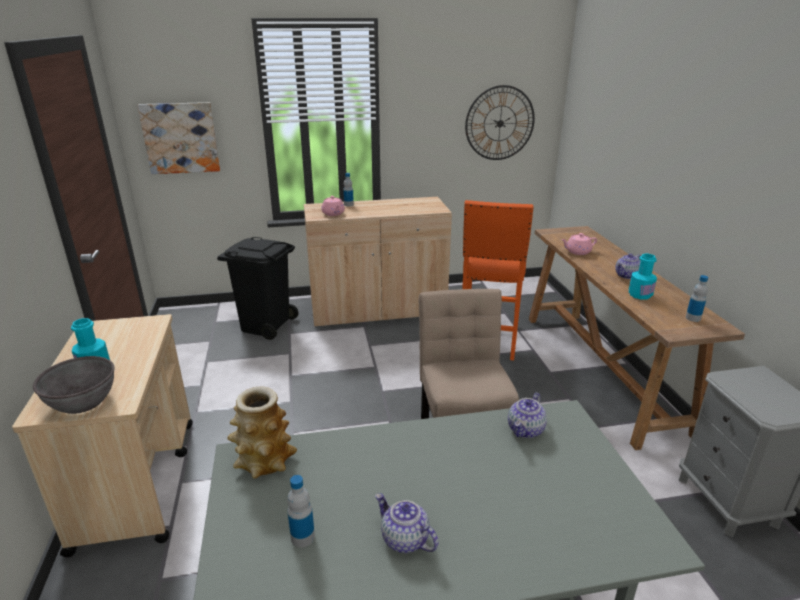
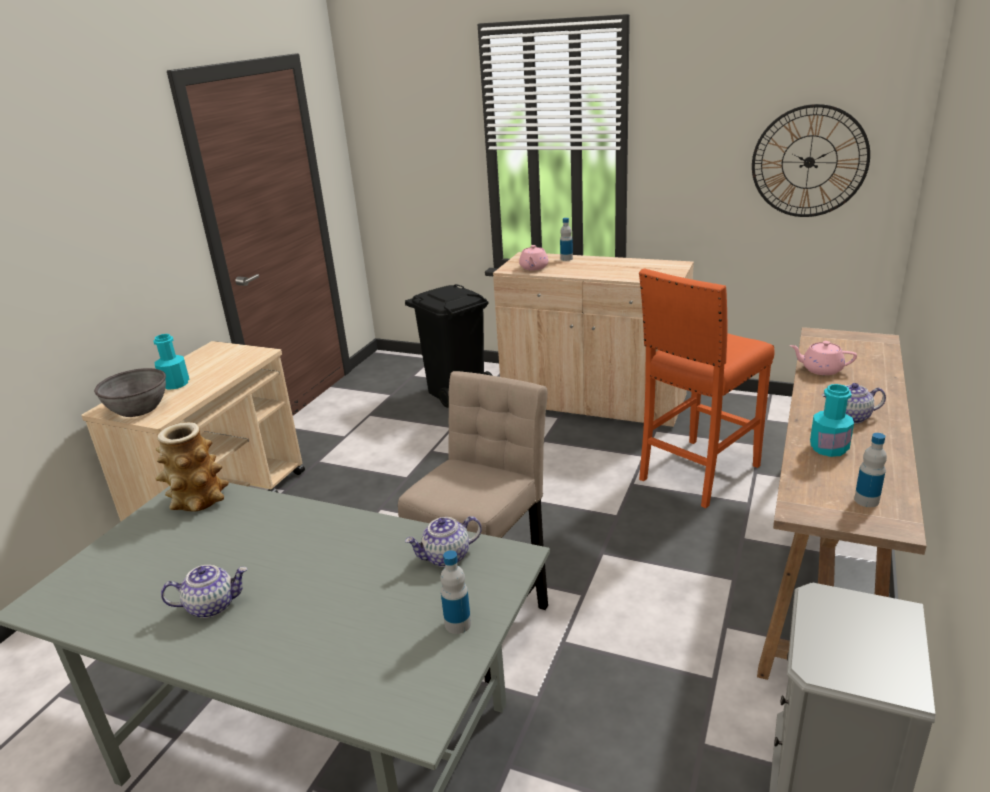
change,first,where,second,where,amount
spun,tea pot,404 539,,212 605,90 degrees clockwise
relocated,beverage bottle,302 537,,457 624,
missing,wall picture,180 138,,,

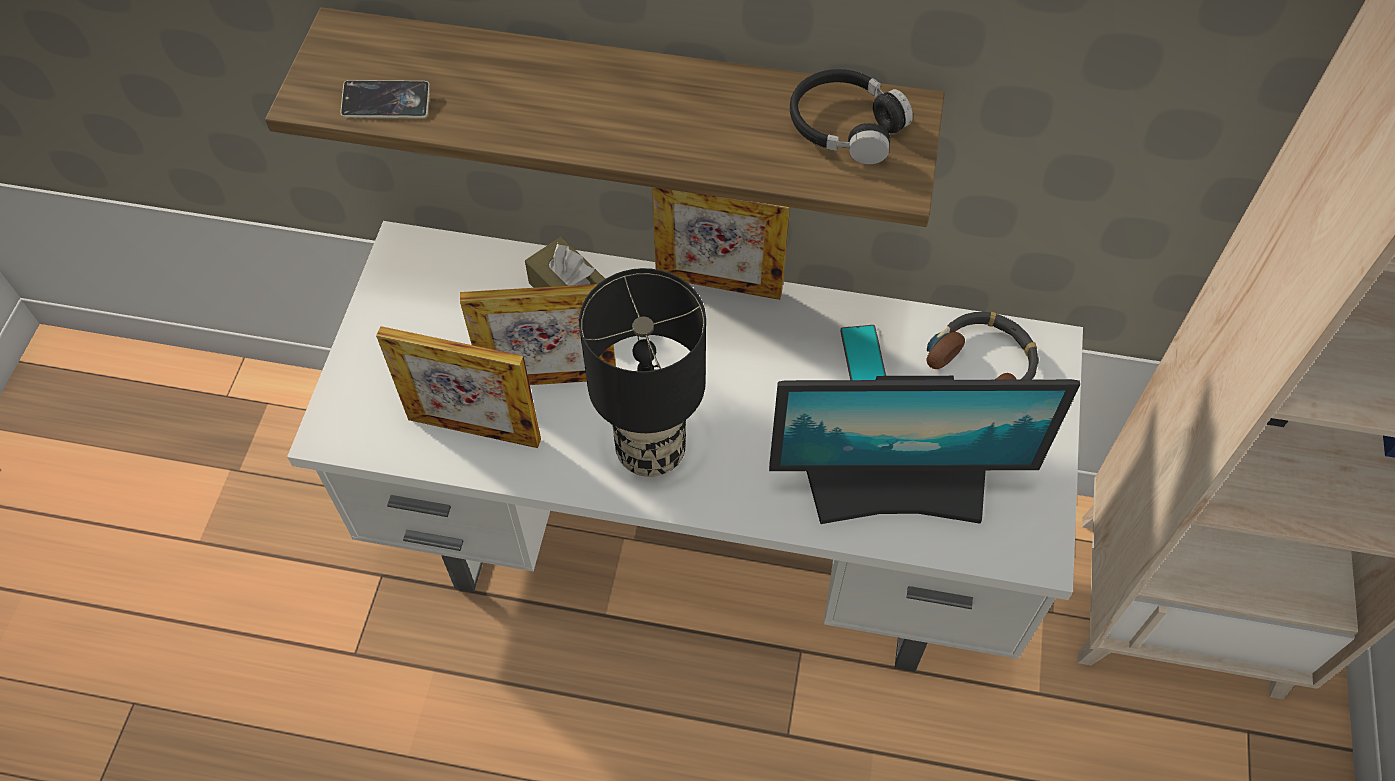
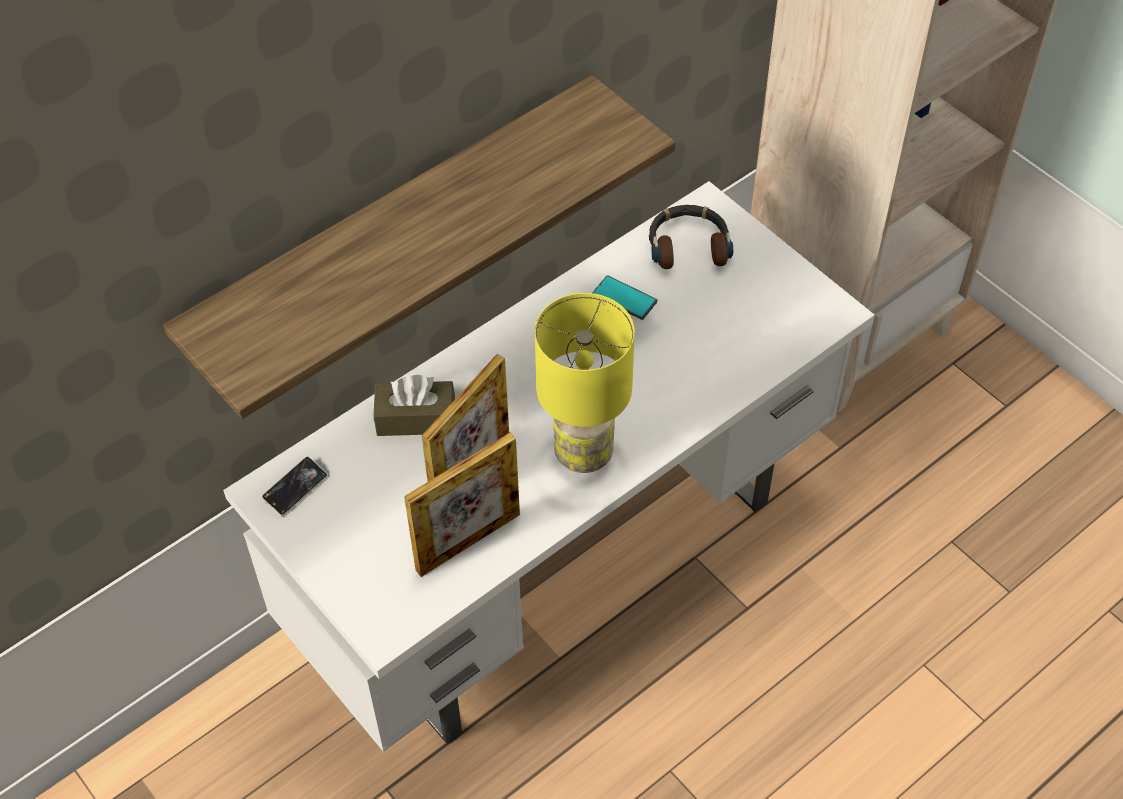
change,first,where,second,where,amount
relocated,telephone,386 104,,295 489,
colour,blackish lamp for a table,649 452,yellow-coloured lamp for a table,584 454,
missing,picture frame,718 284,,,
missing,computer display,897 487,,,
missing,blackish headset,845 126,,,

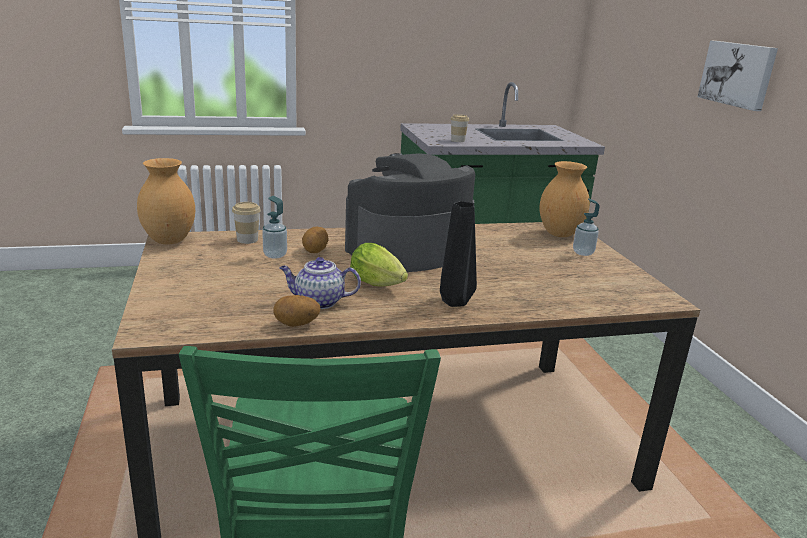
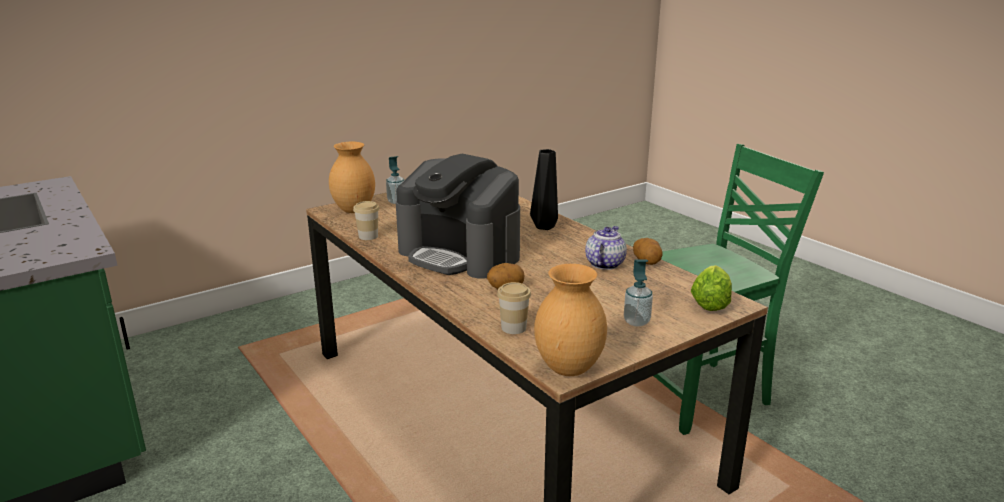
change,first,where,second,where,amount
relocated,small cup,457 140,,368 236,
spun,tea pot,318 302,,604 264,135 degrees counterclockwise
relocated,soap dispenser,275 255,,636 322,
relocated,lettuce head,379 285,,710 302,
missing,wall picture,738 74,,,

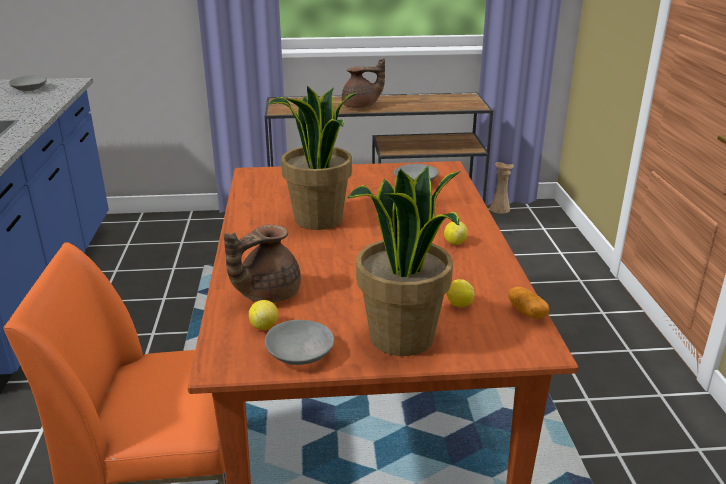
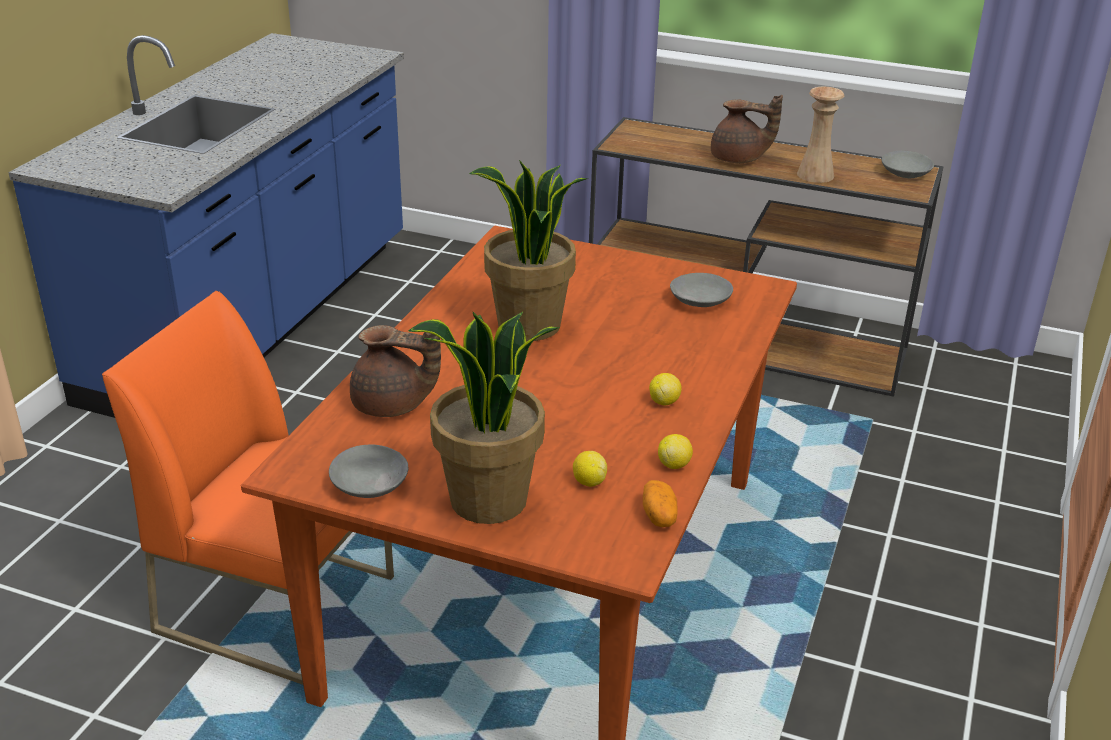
change,first,where,second,where,amount
spun,brown-coloured tea pot,266 294,,392 406,150 degrees counterclockwise
relocated,citrus fruit,264 326,,674 464,
relocated,beige flower vase,499 209,,815 175,
relocated,greyish deep dish,30 89,,905 174,

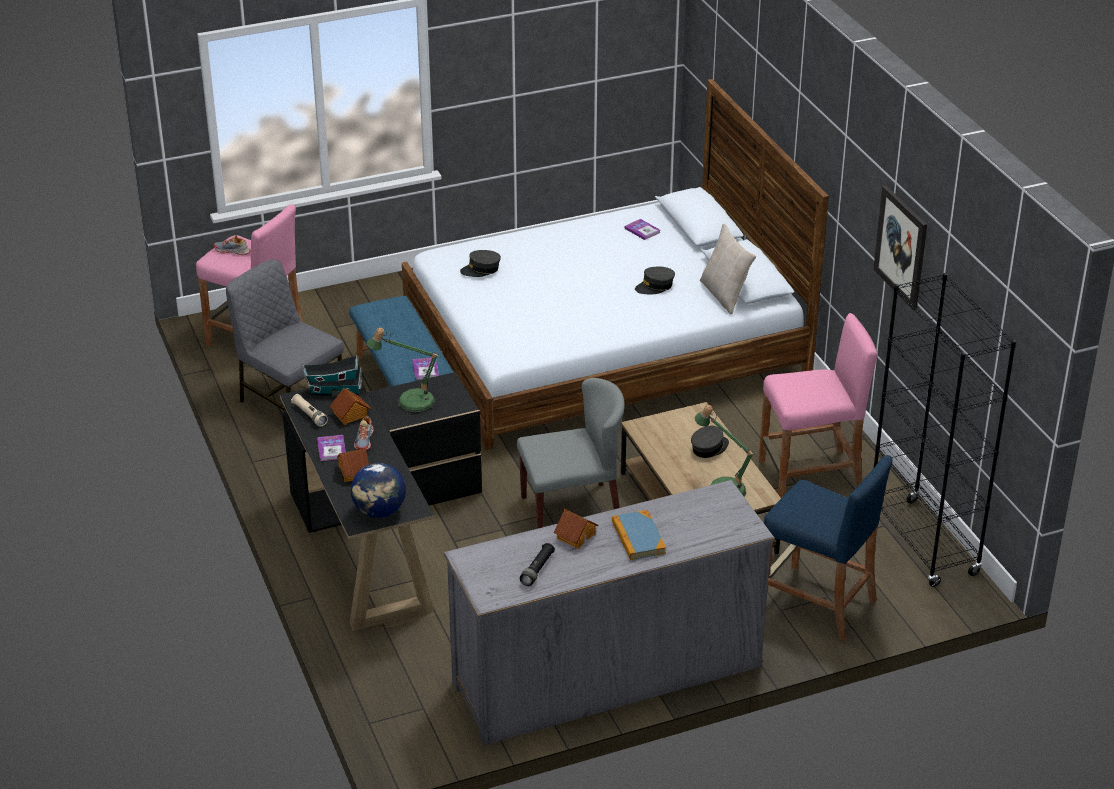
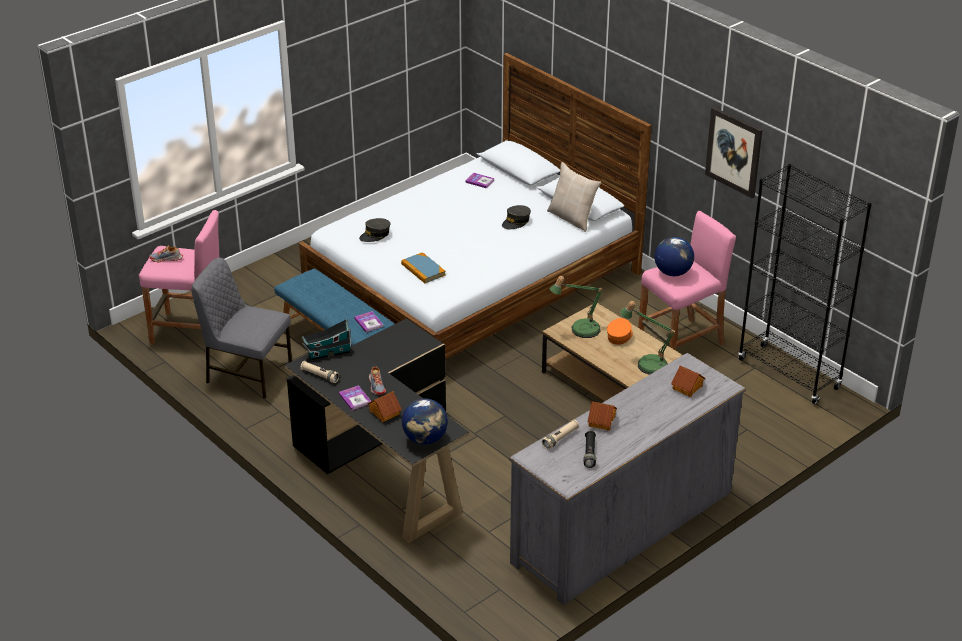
change,first,where,second,where,amount
relocated,bound book,638 537,,423 270,
appeared,,,beige torch,560 438,
relocated,lamp for a table,409 401,,580 329,
colour,greyish peaked cap,709 448,orange-coloured peaked cap,619 336,
appeared,,,globe,672 272,
relocated,model house,350 415,,688 387,
missing,greyish chair,571 511,,,
missing,blue-coloured stool,817 603,,,

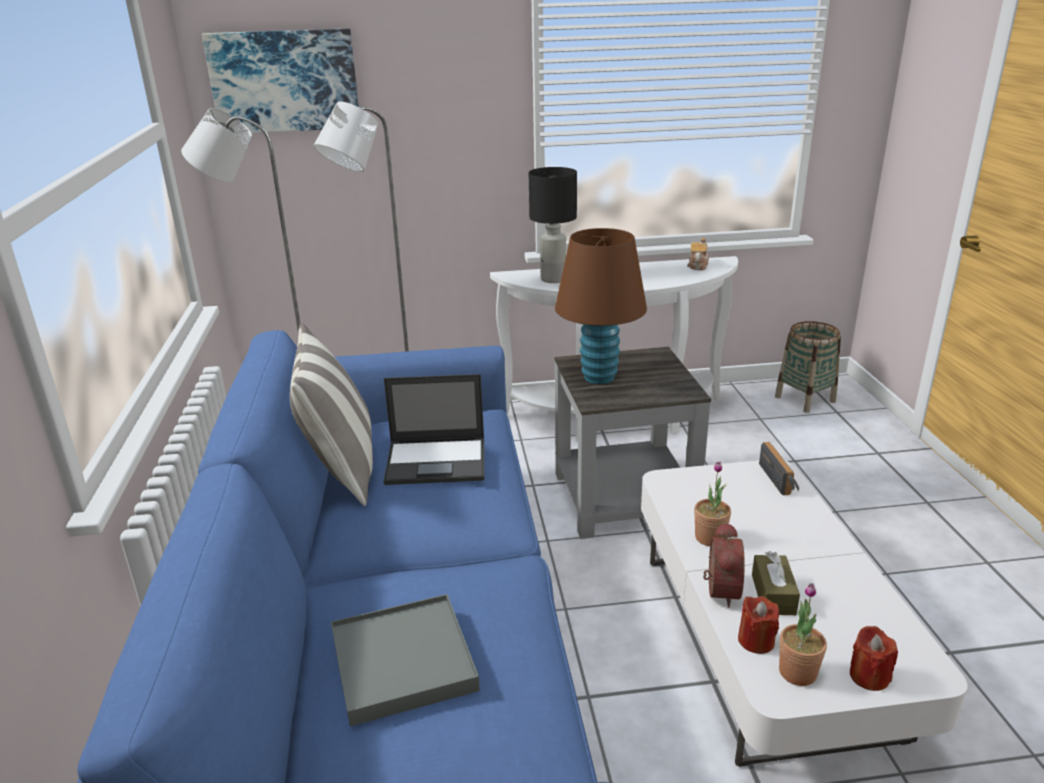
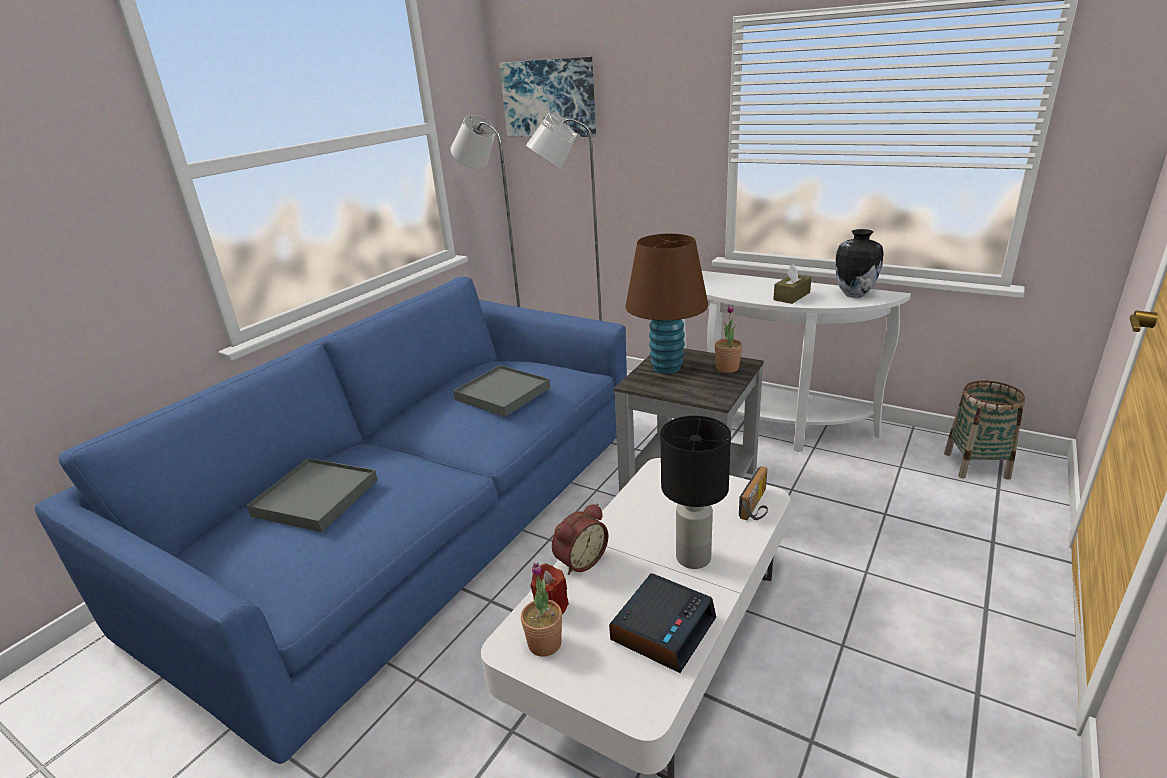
change,first,where,second,where,amount
exchanged,portable computer,437 461,greyish tray,503 394,
appeared,,,table clock,663 628,
relocated,blackish lamp for a table,553 279,,692 558,
relocated,houseplant,709 538,,727 368,
relocated,brown-coloured box of tissues,773 594,,791 296,
exchanged,tea pot,697 266,flower vase,853 294,
missing,throw pillow,341 470,,,
missing,reddish wax light,869 676,,,

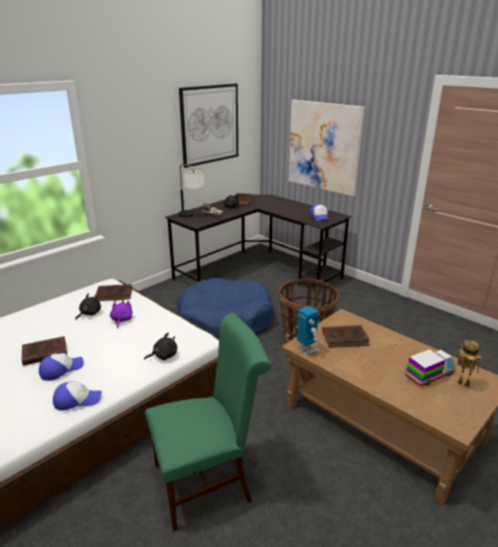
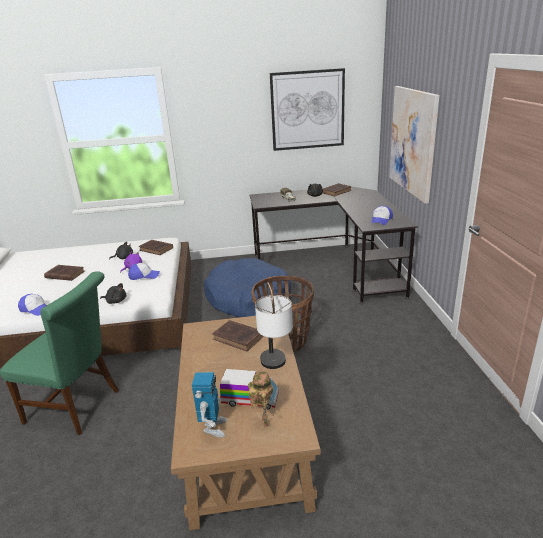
change,first,where,second,where,amount
relocated,peaked cap,61 369,,144 275,
relocated,toy robot,307 350,,213 427,
relocated,lamp for a table,192 216,,275 368,

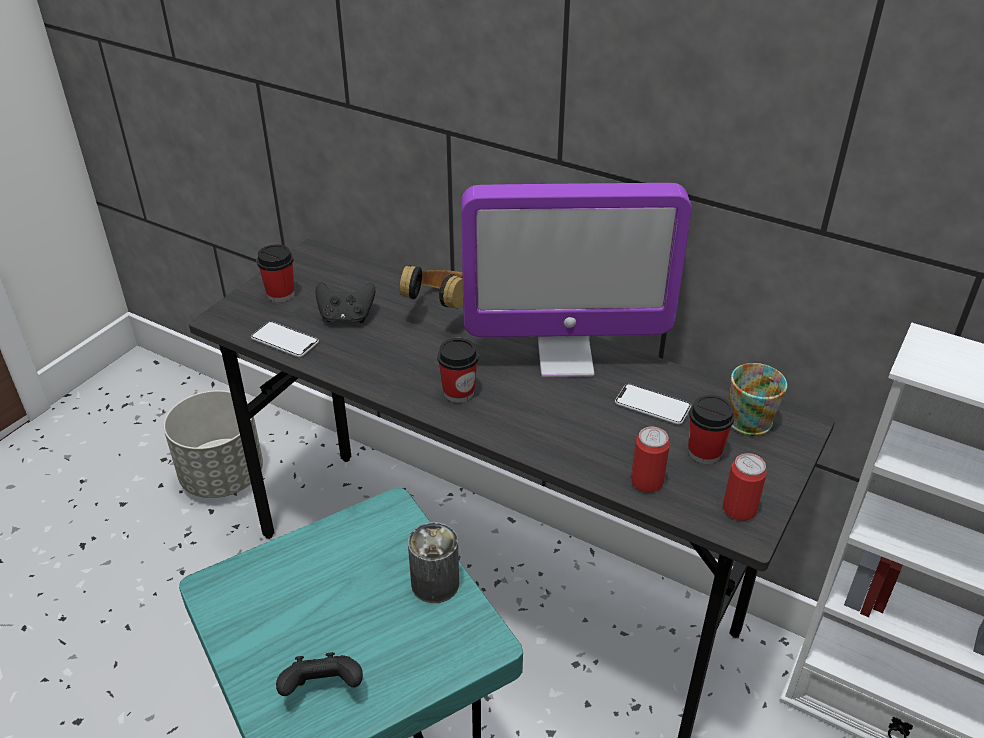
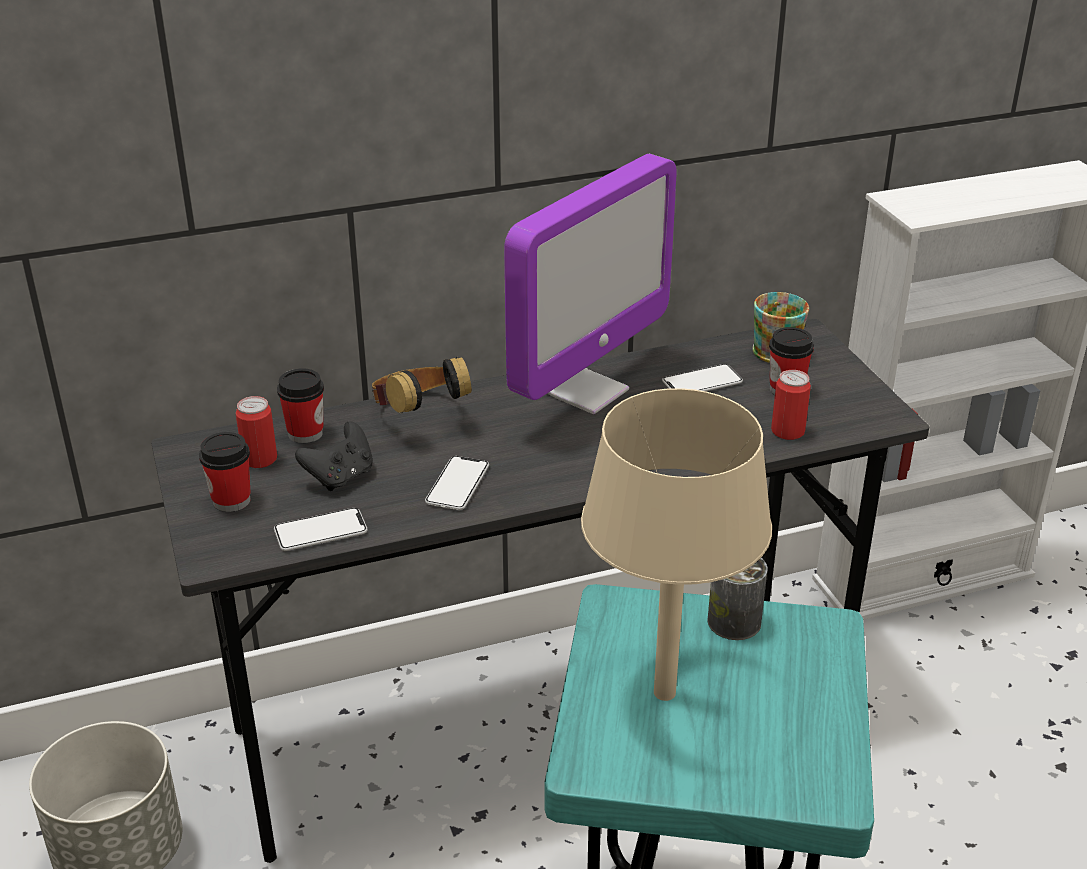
change,first,where,second,where,amount
relocated,can,739 509,,260 459,
relocated,small cup,458 392,,305 433,
appeared,,,telephone,457 484,
appeared,,,beige lamp for a table,665 692,
missing,blackish joypad,323 689,,,

